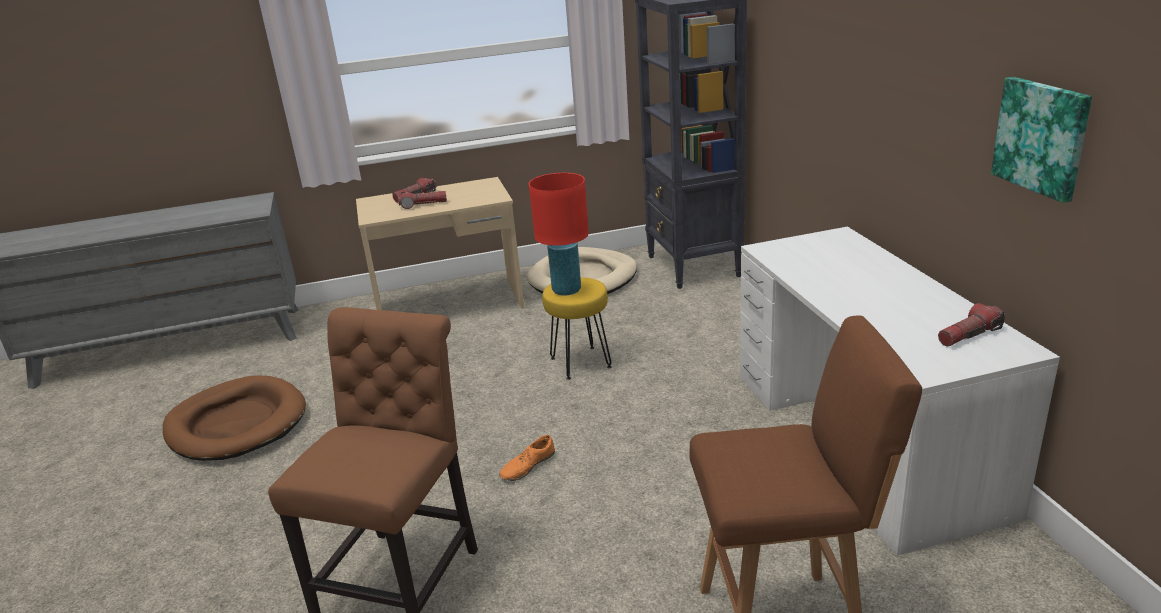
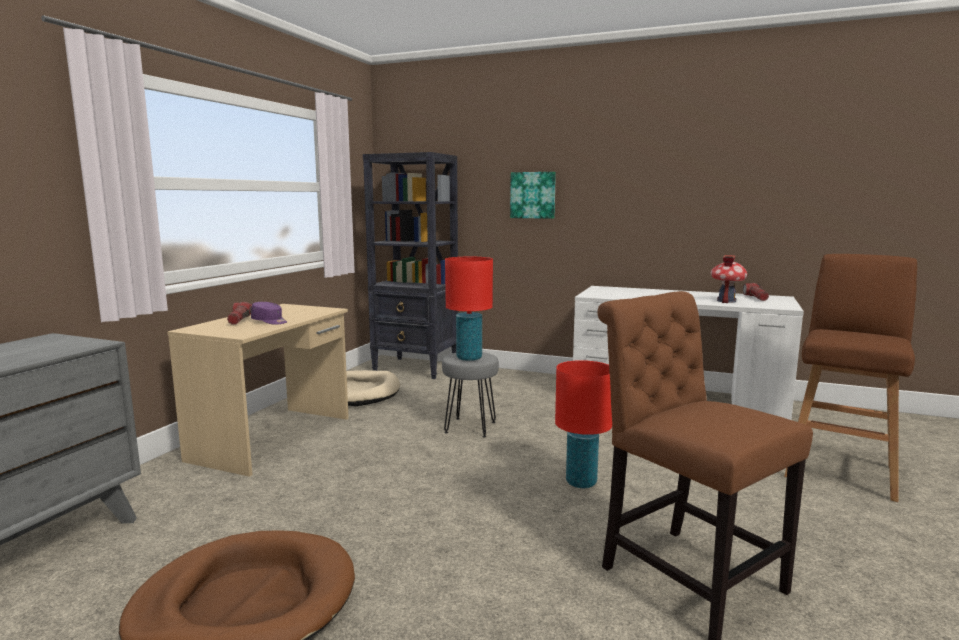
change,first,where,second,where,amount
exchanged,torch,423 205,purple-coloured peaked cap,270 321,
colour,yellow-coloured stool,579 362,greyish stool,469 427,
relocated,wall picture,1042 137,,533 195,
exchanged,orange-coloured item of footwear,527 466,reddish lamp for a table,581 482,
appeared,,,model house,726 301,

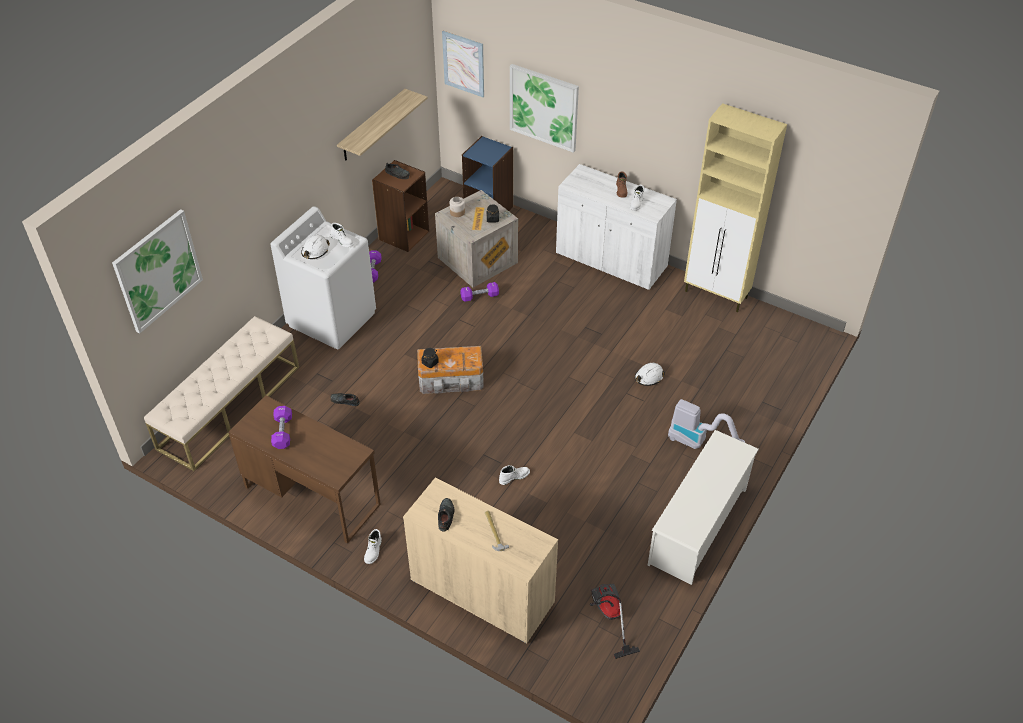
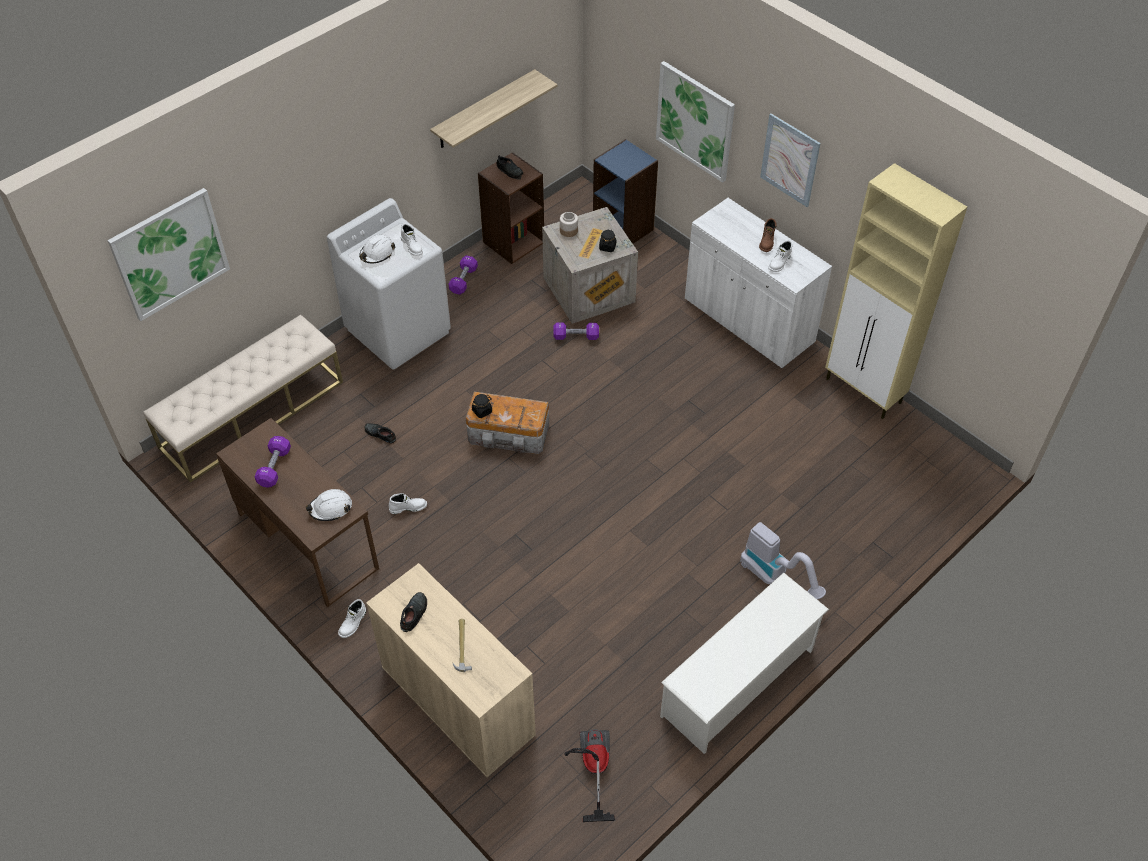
change,first,where,second,where,amount
relocated,white safety helmet,648 377,,330 508,
relocated,white boot,514 477,,408 507,
relocated,wall picture,463 63,,790 160,

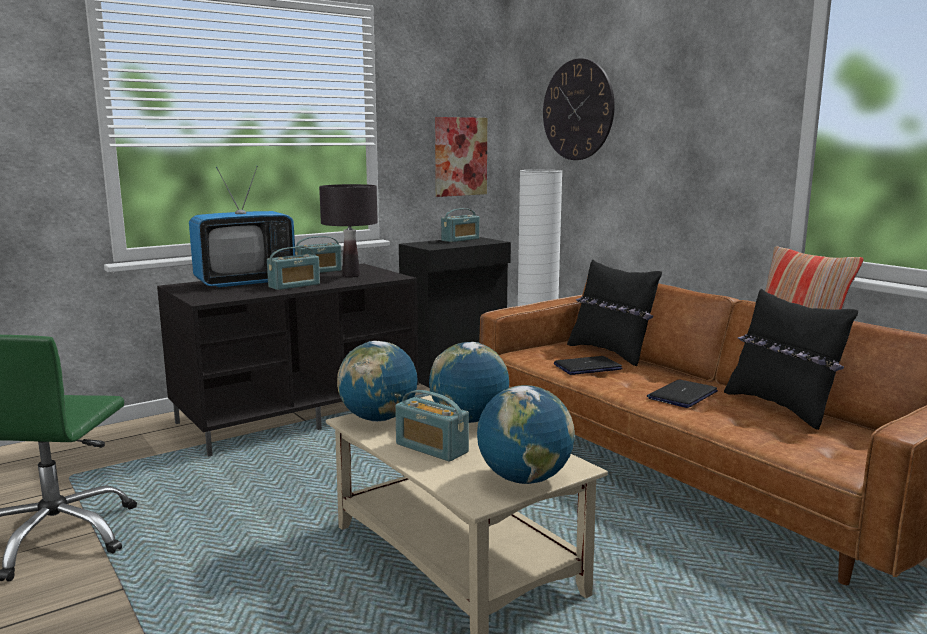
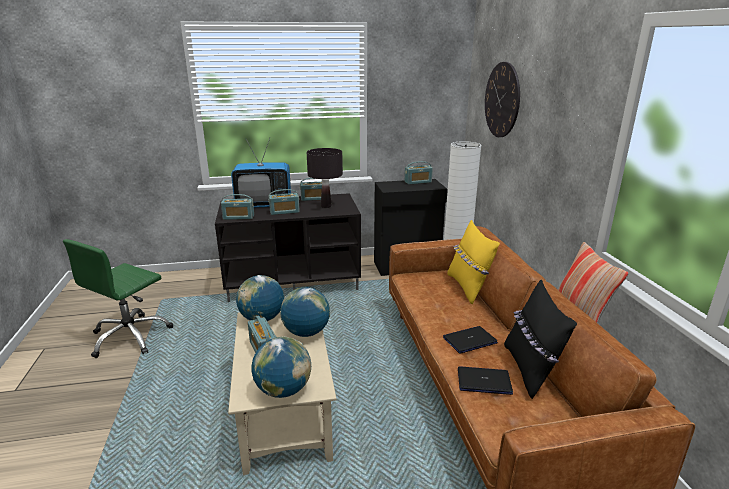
change,first,where,second,where,amount
appeared,,,radio,238 217,
colour,blackish throw pillow,611 353,yellow-coloured throw pillow,468 287,
relocated,portable computer,587 367,,484 381,
missing,wall picture,460 156,,,

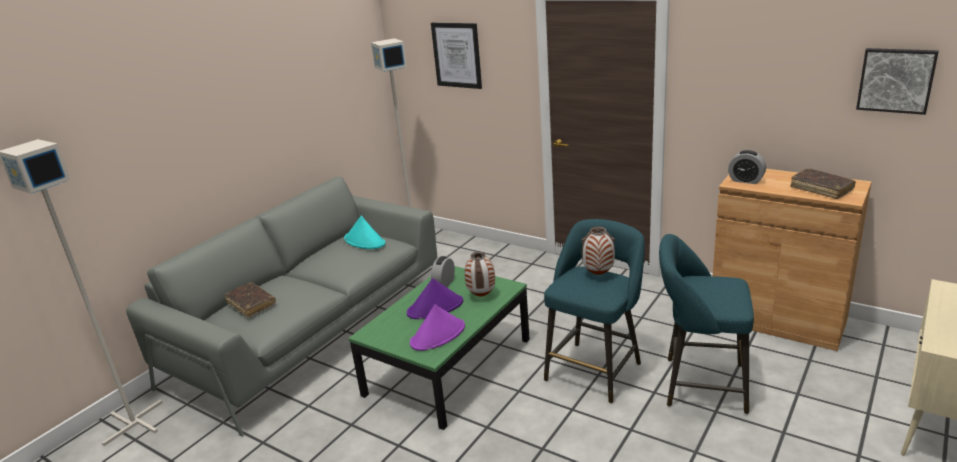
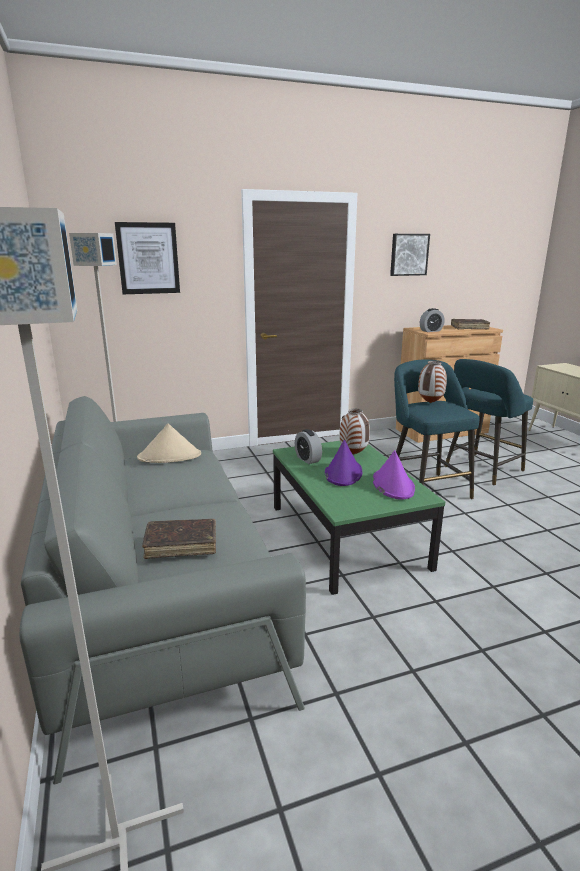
change,first,where,second,where,amount
colour,blue-green wearable hat,365 241,beige wearable hat,170 456,
relocated,wall picture,896 80,,408 254,

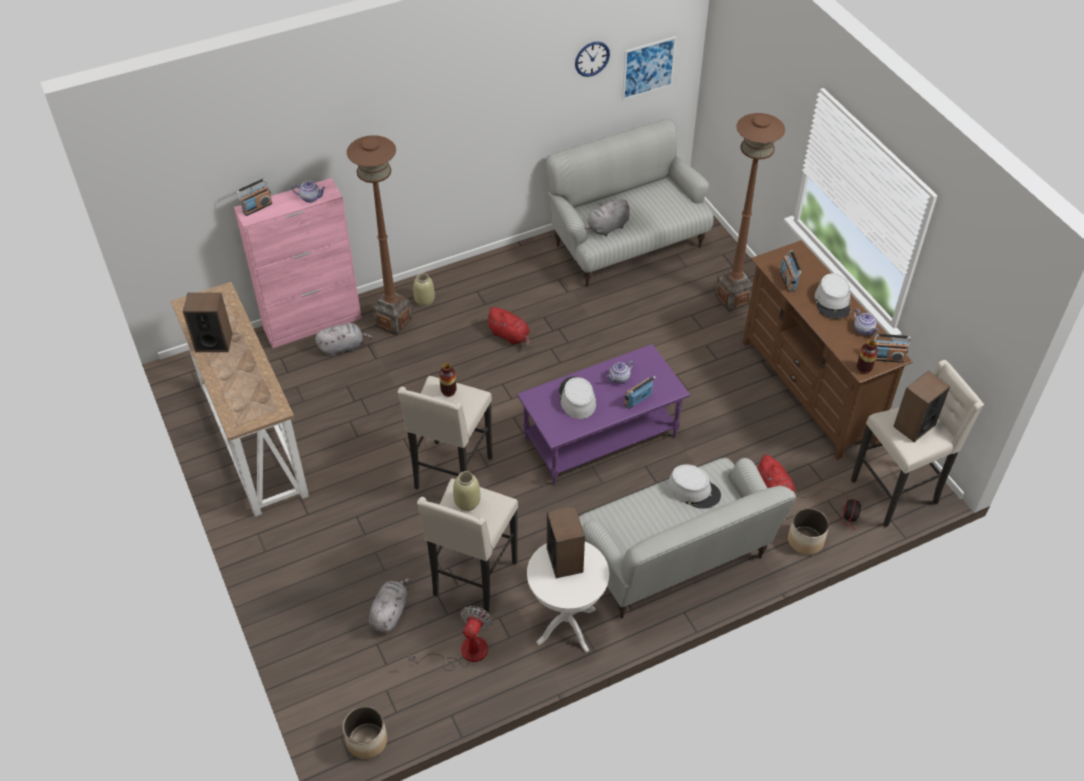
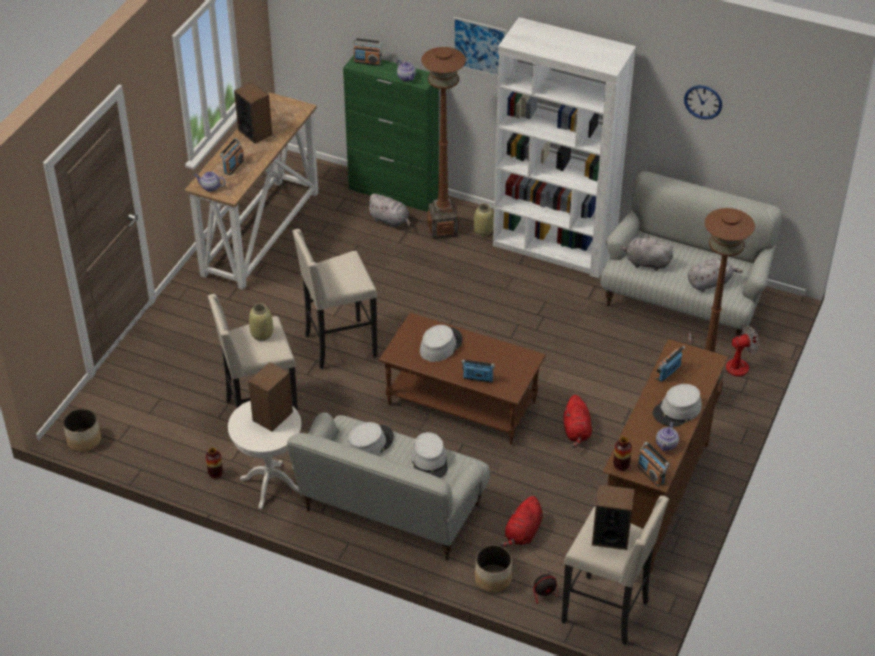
change,first,where,second,where,amount
relocated,tea pot,619 379,,210 187,
relocated,flower vase,448 391,,215 474,
appeared,,,radio,233 166,
colour,pink cabinet,313 323,green cabinet,394 192,
appeared,,,greyish wearable hat,369 443,
colour,purple-coloured coffee table,600 439,brown-coloured coffee table,460 404,
relocated,wall picture,648 68,,479 47,
appeared,,,white bookshelf,554 247,
relocated,reddish cuddly toy,510 336,,576 431,
relocated,greyish cuddly toy,389 612,,710 283,
relocated,fan,464 652,,728 364,

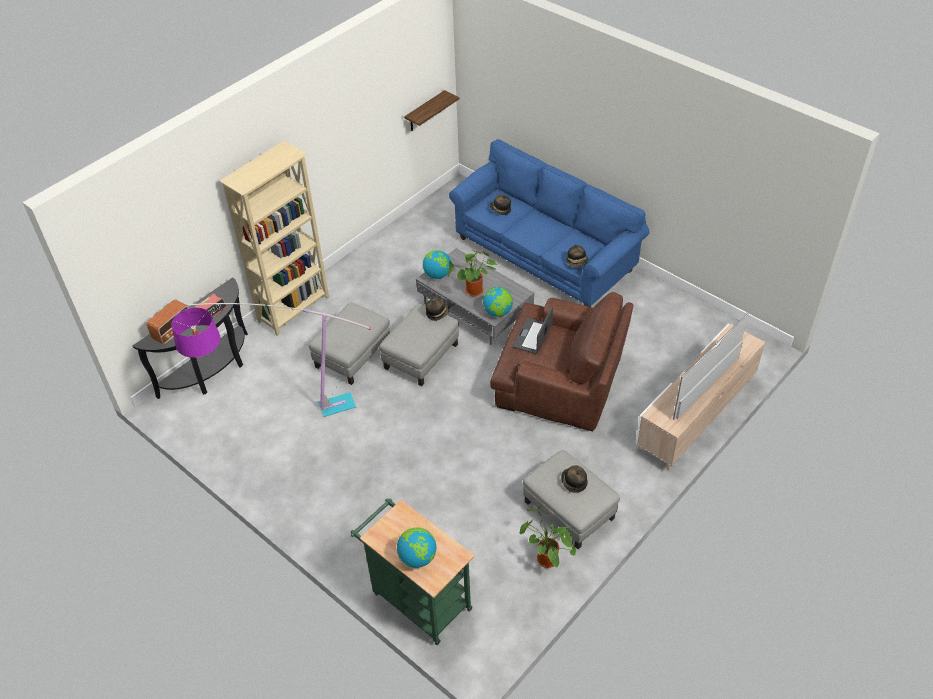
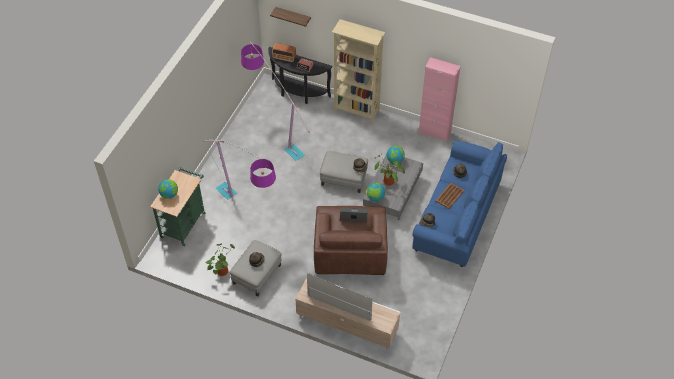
change,first,where,second,where,amount
appeared,,,standing lamp,249 211,
relocated,wall shelf,425 112,,293 17,
appeared,,,pink cabinet,434 132,
appeared,,,brown-coloured tray,450 196,
missing,greyish pouffe,352 354,,,

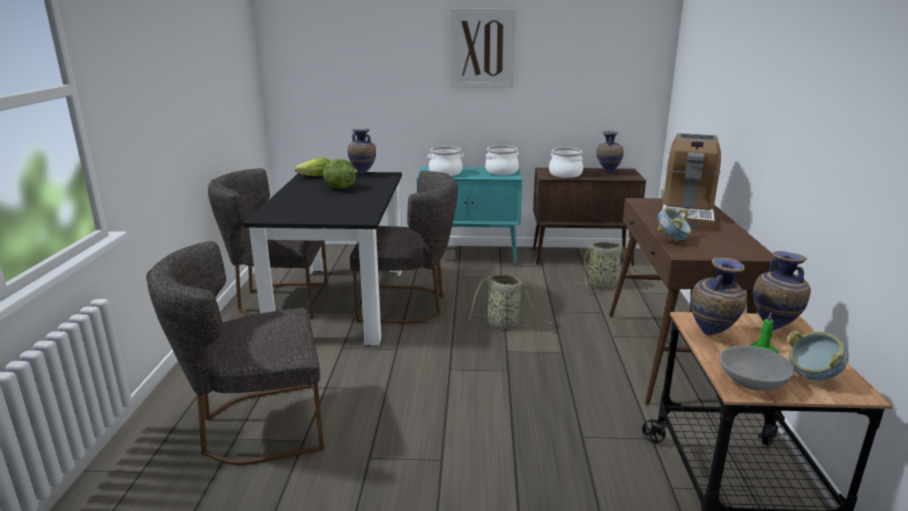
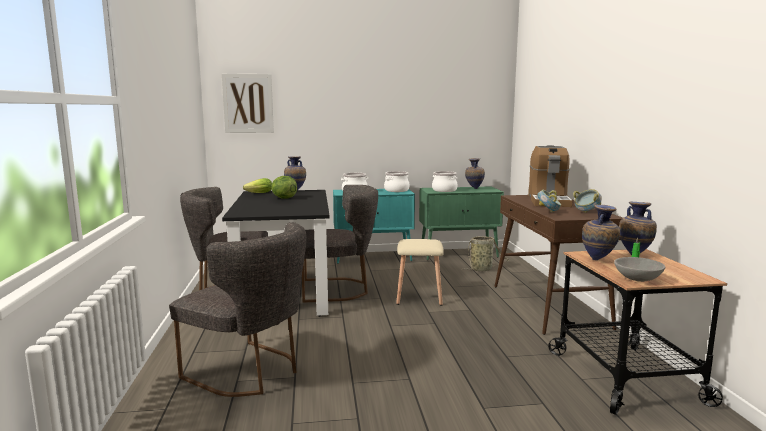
change,first,where,second,where,amount
spun,greyish chair,255 426,,250 372,120 degrees counterclockwise
relocated,wall picture,482 48,,248 103,
exchanged,household basket,505 324,beige stool,420 296,
colour,brown-coloured cabinet,582 257,green cabinet,459 254,
relocated,deep dish,811 377,,586 212,

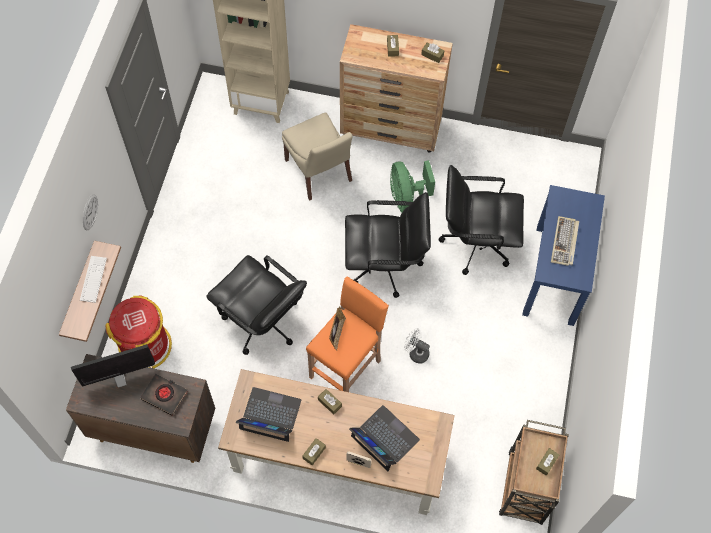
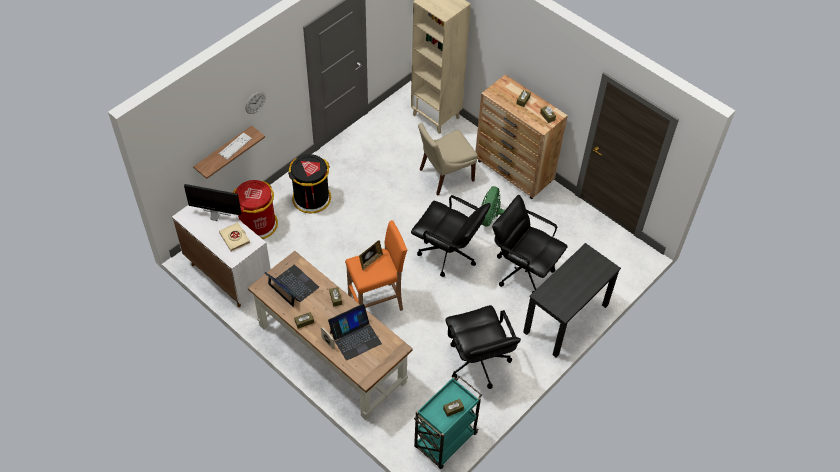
change,first,where,second,where,amount
colour,brown-coloured cabinet,153 428,white cabinet,228 274,
colour,blackish bound book,164 395,beige bound book,235 238,
appeared,,,blackish trash can,311 198,
spun,portable computer,384 439,,355 337,75 degrees clockwise
colour,brown-coloured trolley,524 489,blue-green trolley,444 441,
spun,beige chair,319 172,,444 176,60 degrees clockwise
relocated,blackish computer chair,262 322,,478 362,
colour,blue-coloured desk,554 275,blackish desk,566 318,
missing,white fan,416 352,,,
missing,PC keyboard,565 242,,,

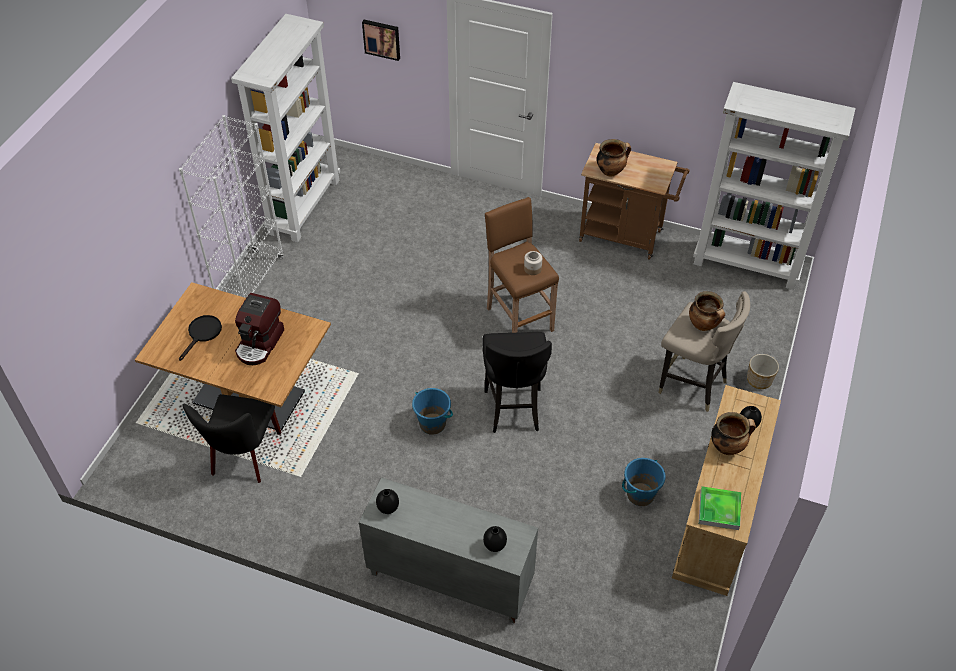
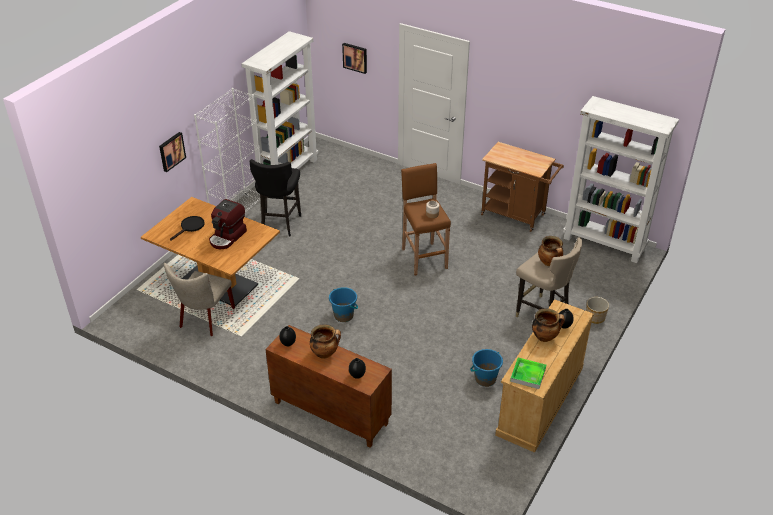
change,first,where,second,where,amount
appeared,,,wall picture,171 151,
colour,blackish chair,244 457,beige chair,204 319,
relocated,blackish stool,513 408,,279 223,
colour,greyish cabinet,449 579,brown-coloured cabinet,330 413,
relocated,cooking pot,611 171,,325 353,

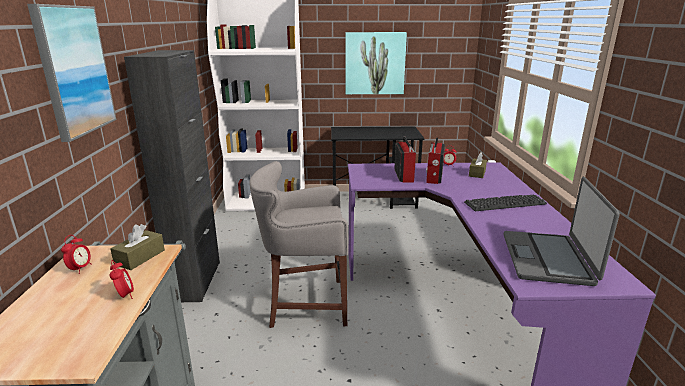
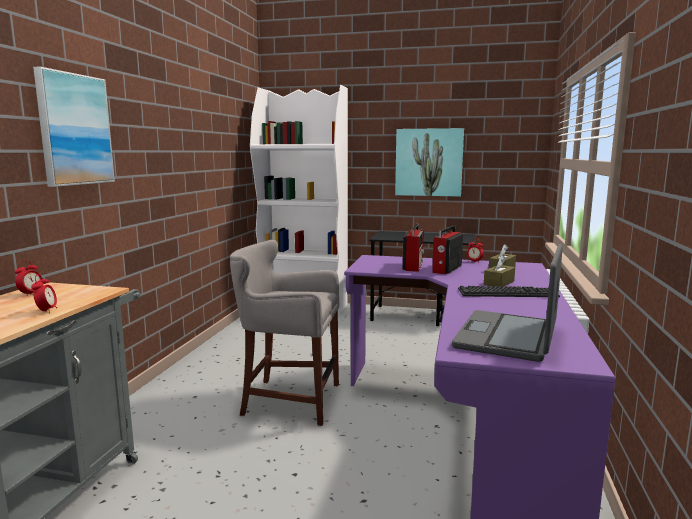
change,first,where,second,where,amount
relocated,brown-coloured box of tissues,140 257,,499 283,
missing,blackish cabinet,195 281,,,

